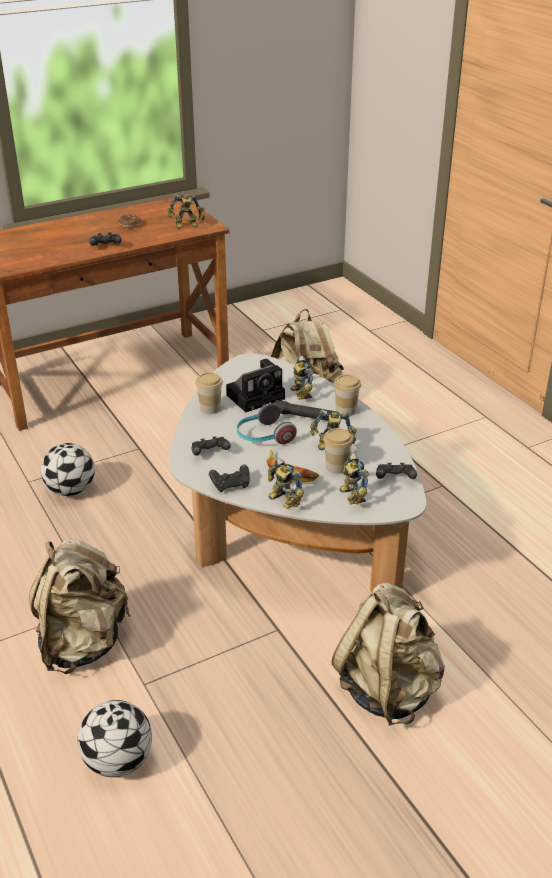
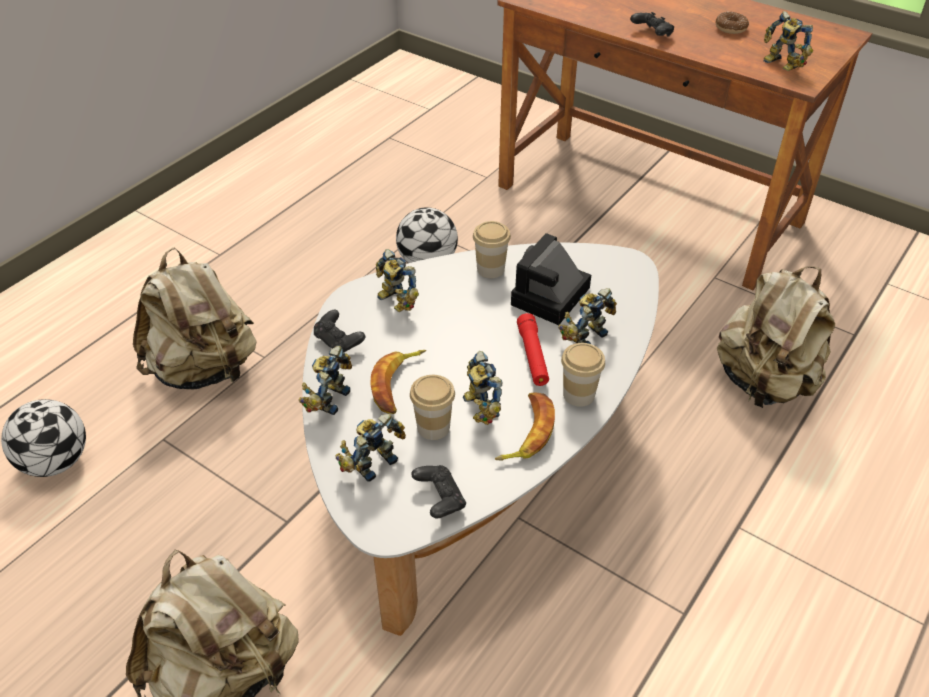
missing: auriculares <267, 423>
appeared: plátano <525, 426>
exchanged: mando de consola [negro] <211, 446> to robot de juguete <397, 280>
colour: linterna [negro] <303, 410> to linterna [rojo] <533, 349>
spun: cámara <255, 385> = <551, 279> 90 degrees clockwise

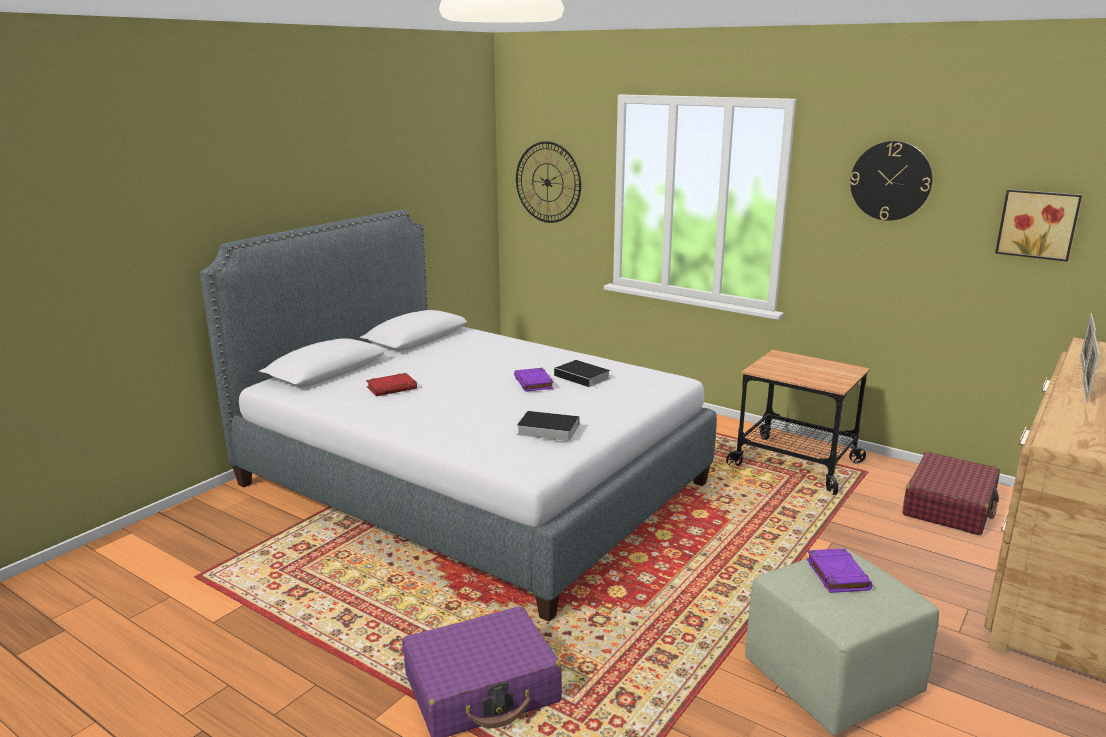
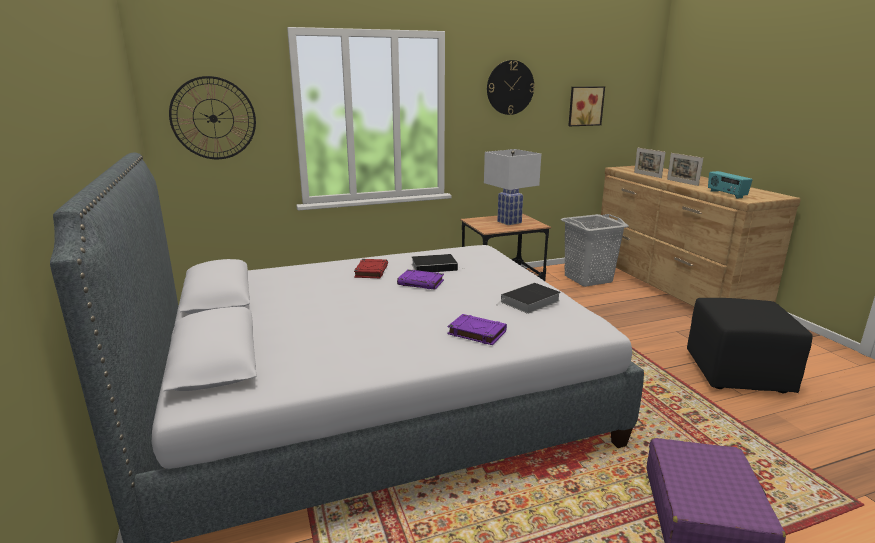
appeared: lámpara de mesa [blanco] <512, 187>; radio <730, 185>
relocated: libro [rojo] <391, 384> to <371, 268>; libro [morado] <840, 570> to <477, 329>
exchanged: maleta [rojo] <951, 493> to cesto de la ropa [gris] <595, 250>
colour: puf [verde] <842, 642> to puf [negro] <750, 345>

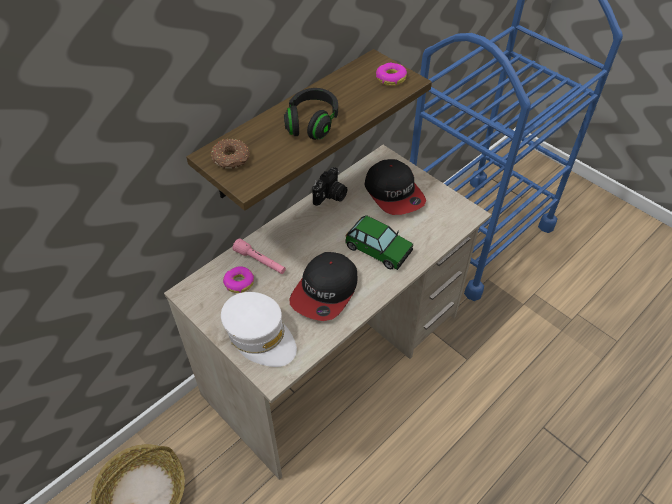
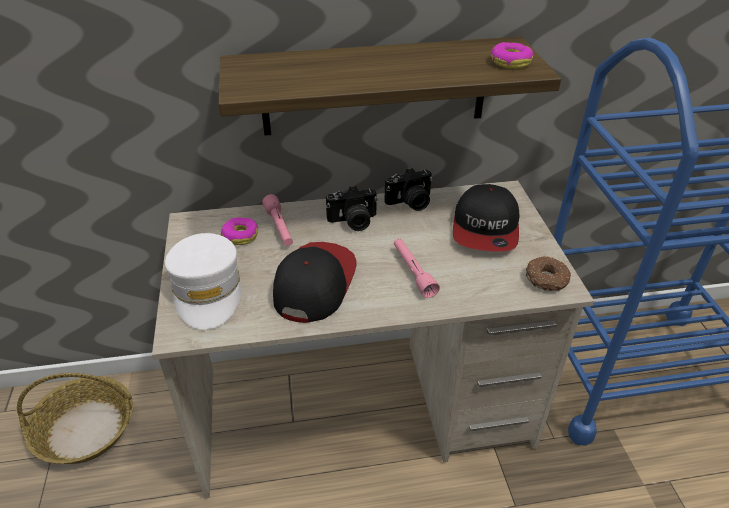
missing: auriculares [negro] <311, 114>
appeared: cámara <352, 208>
relocated: rosquilla <230, 154> to <548, 273>
exchanged: coche de juguete <379, 242> to linterna [rosa] <417, 268>
spun: gorra <323, 286> = <314, 282> 135 degrees clockwise

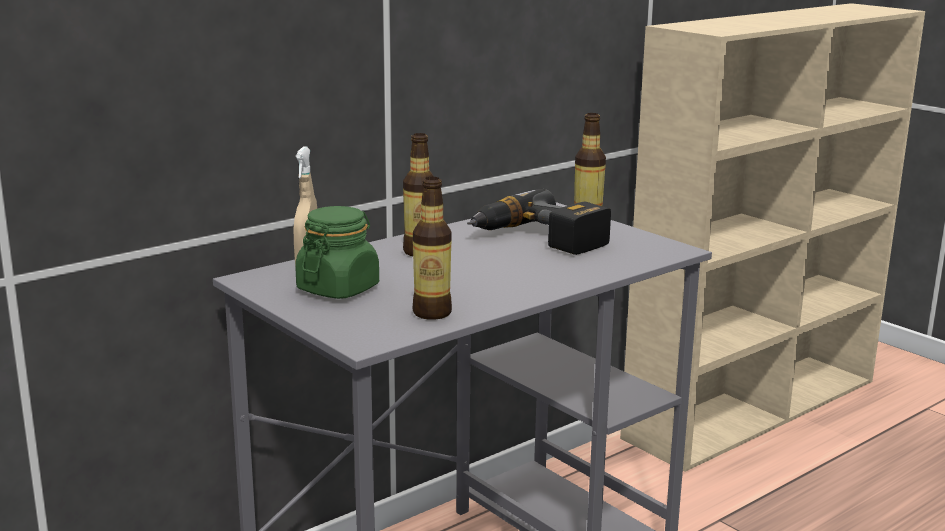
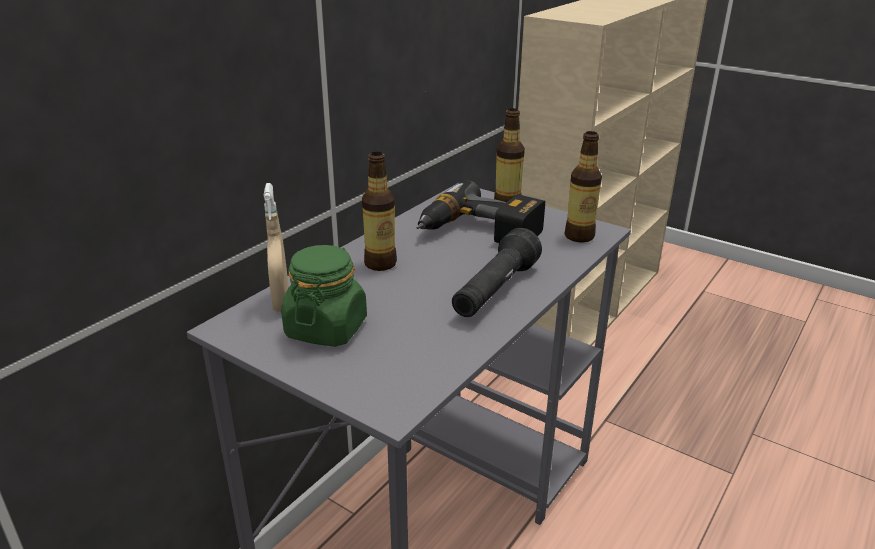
appeared: linterna [negro] <497, 272>
relocated: botella <432, 248> to <583, 187>

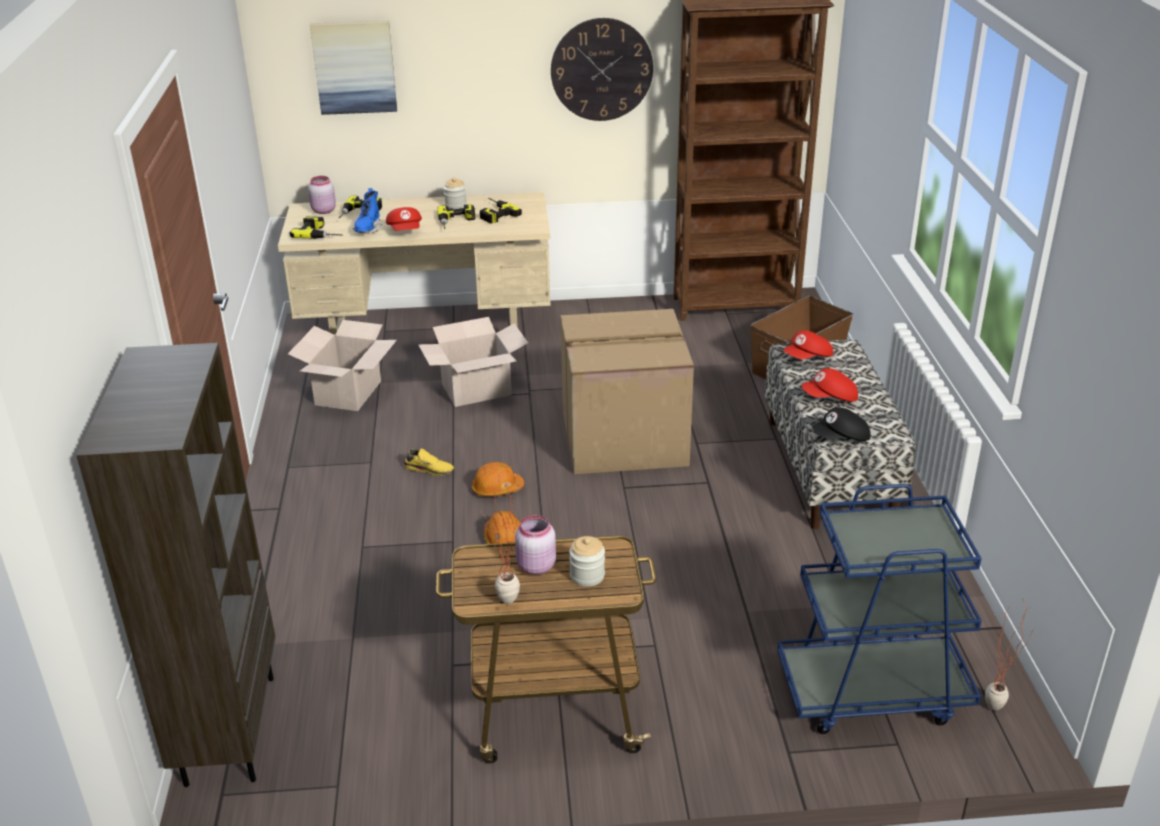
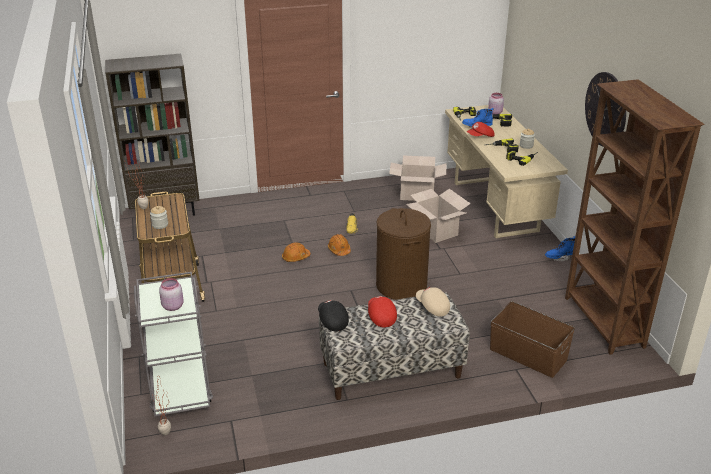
missing: cuadro <353, 68>
appeared: bota [azul] <560, 248>
relocated: tarro [rosa] <535, 545> to <171, 294>
exchanged: caja de cartón <627, 391> to cesto de la ropa [marrón] <403, 254>
colour: carrito [azul] <879, 609> to carrito [gris] <173, 344>; gorra [rojo] <808, 344> to gorra [beis] <433, 302>

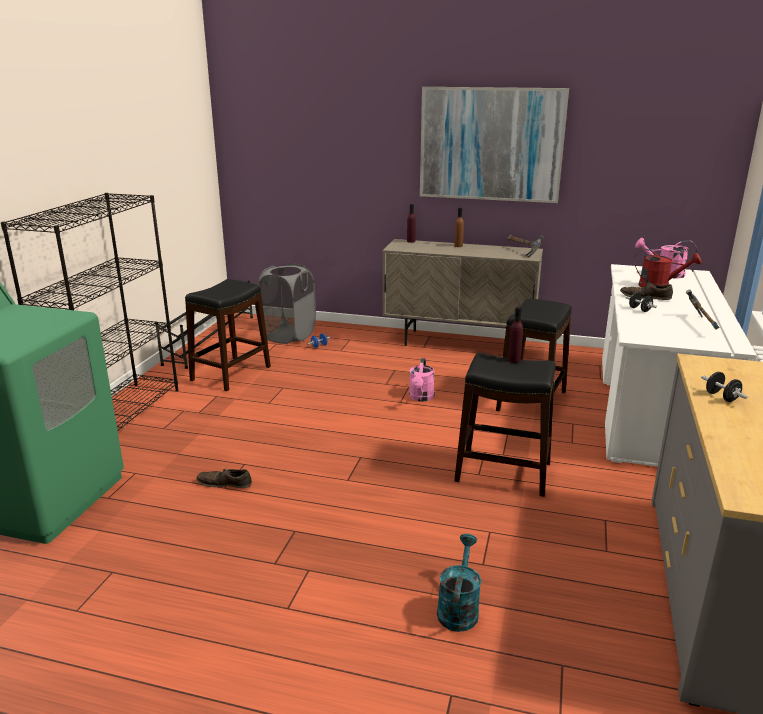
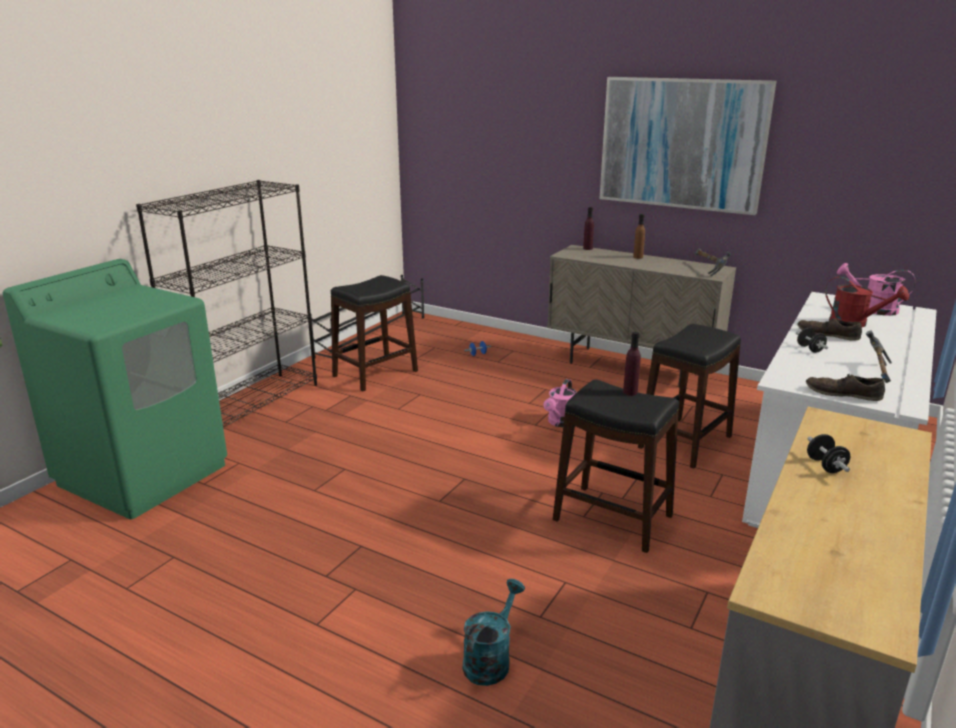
missing: cesto de la ropa [gris] <287, 304>
relocated: zapato [marrón] <224, 477> to <845, 387>

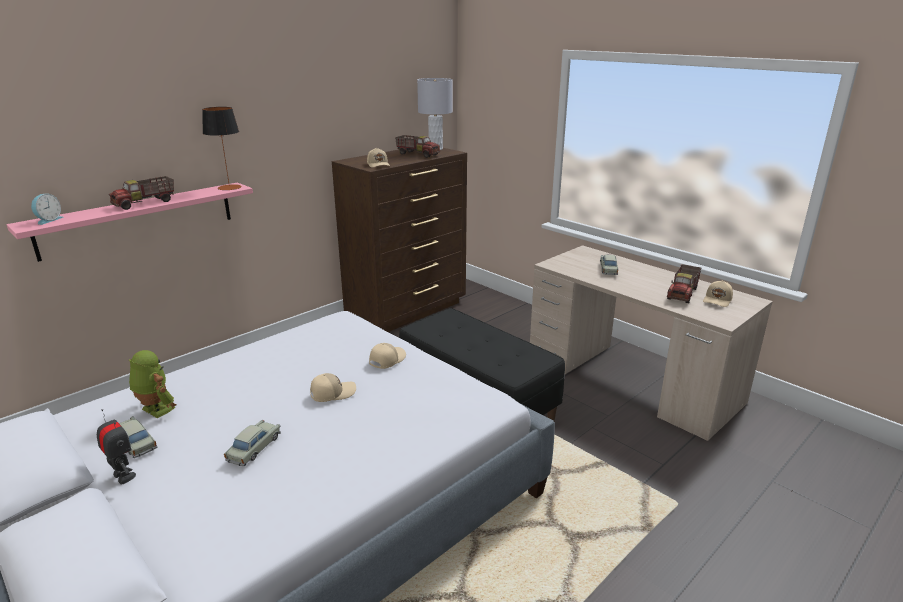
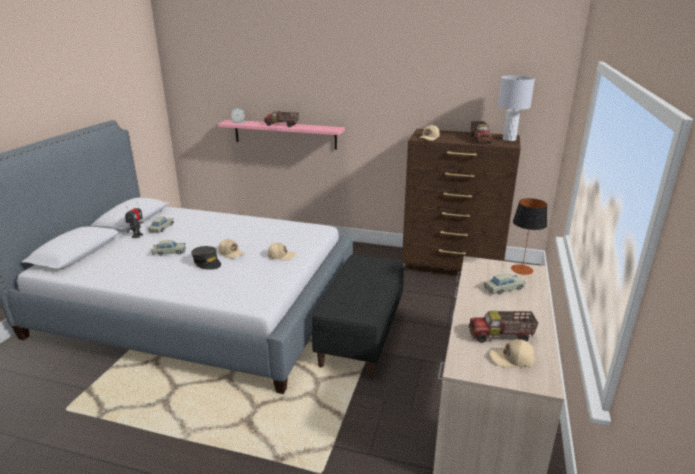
missing: robot de juguete <153, 384>
appeared: gorra [gris] <206, 258>
relocated: lámpara de mesa <222, 148> to <529, 236>

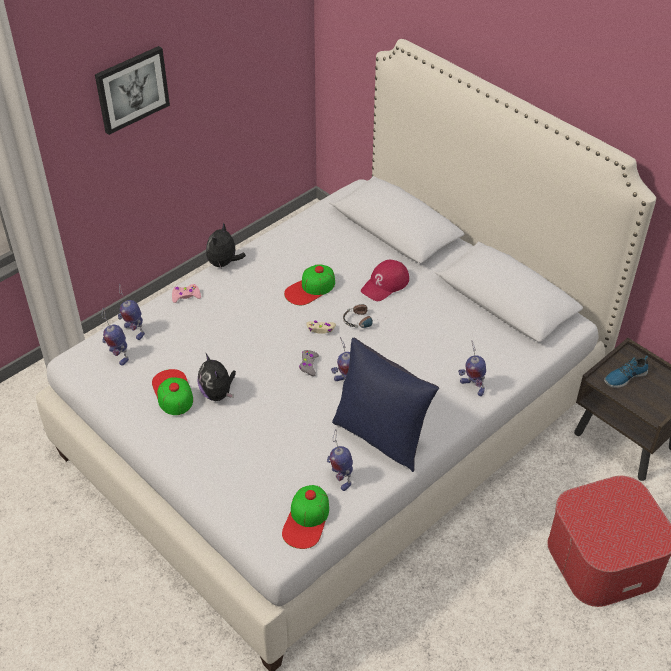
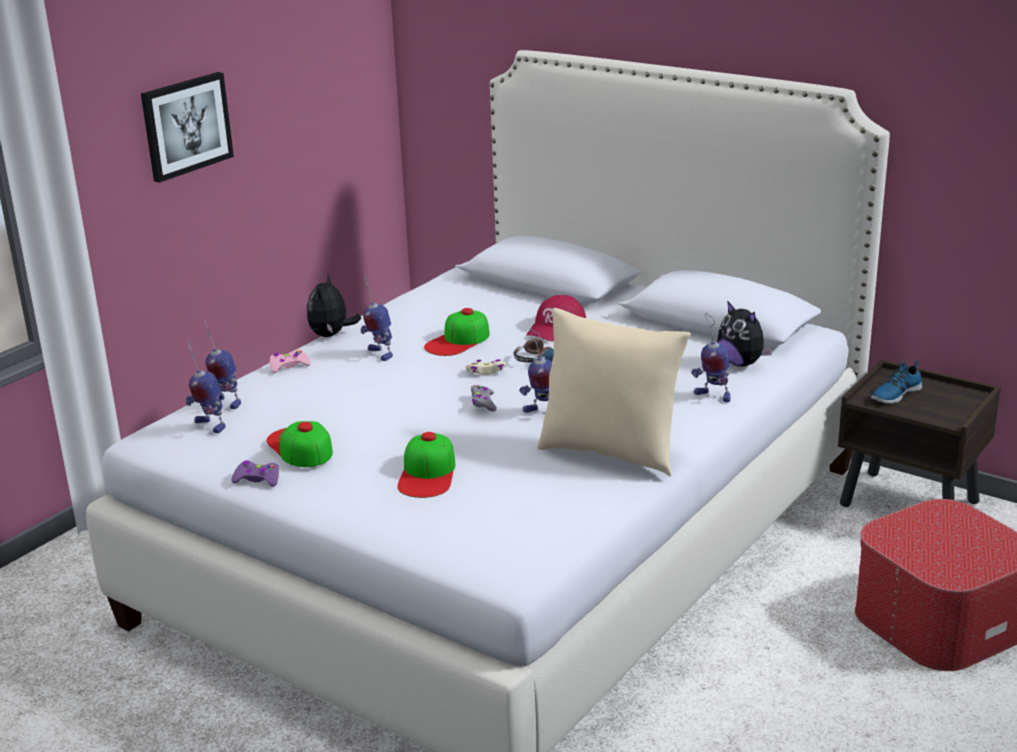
appeared: mando de consola [morado] <255, 473>
relocated: peluche <217, 377> to <745, 334>; gorra <305, 517> to <426, 465>; robot de juguete <340, 460> to <376, 318>
colour: cojín [azul] <385, 405> to cojín [beis] <614, 392>

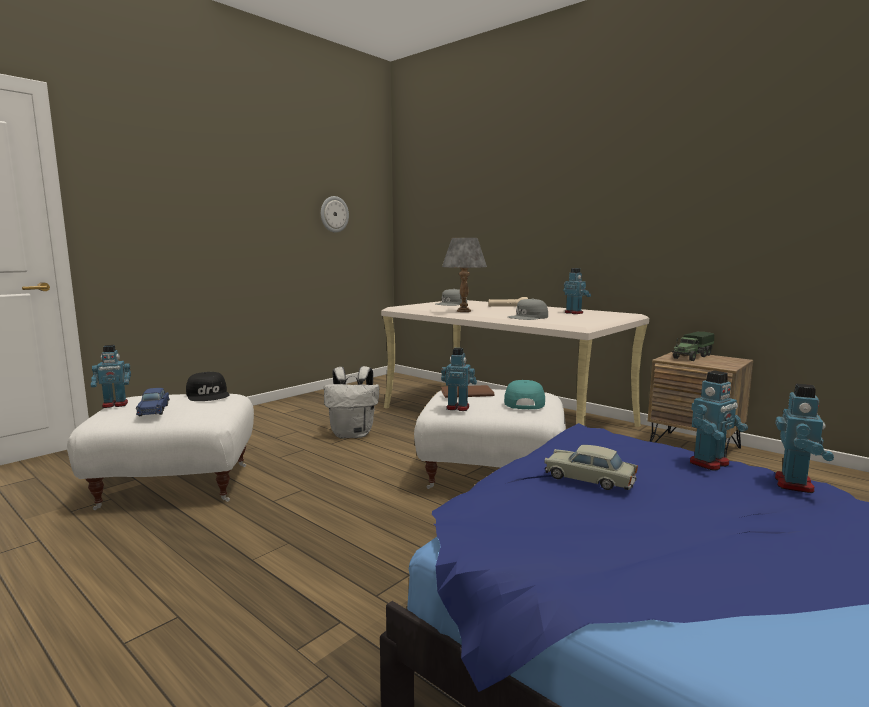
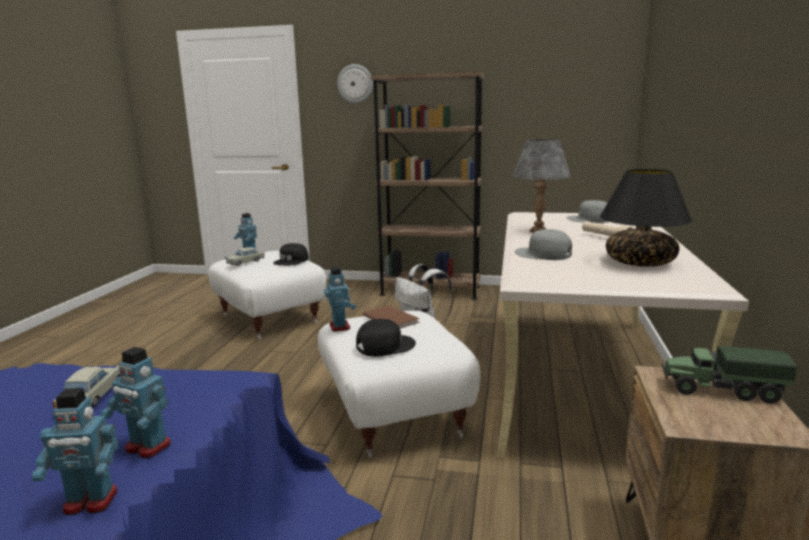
appeared: estantería [marrón] <427, 186>
relocated: reloj de pared <335, 214> to <355, 83>
exchanged: robot de juguete <577, 291> to lámpara de mesa [negro] <646, 218>
colour: coche de juguete [azul] <153, 402> to coche de juguete [beis] <244, 256>; gorra [turquesa] <524, 394> to gorra [negro] <386, 338>

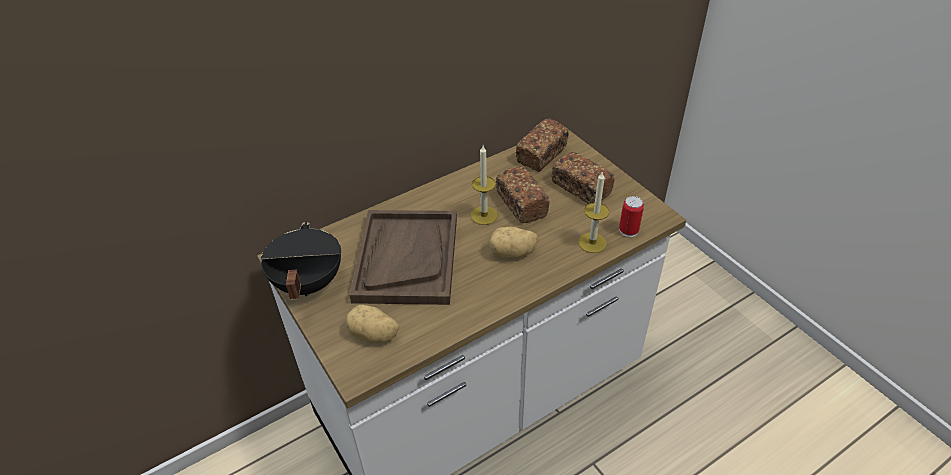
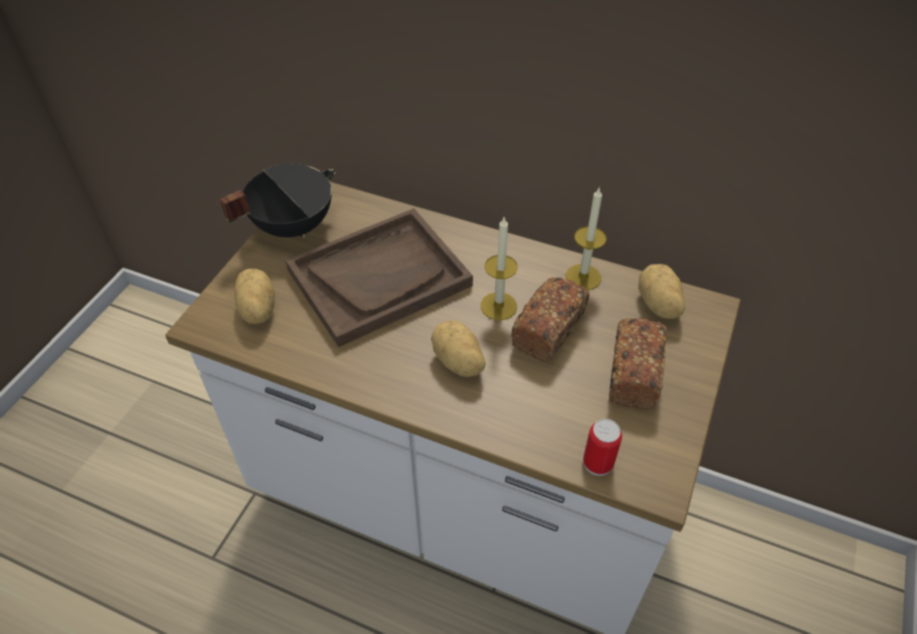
relocated: vela <593, 212> to <586, 239>
exchanged: pan <542, 145> to patata <661, 291>

